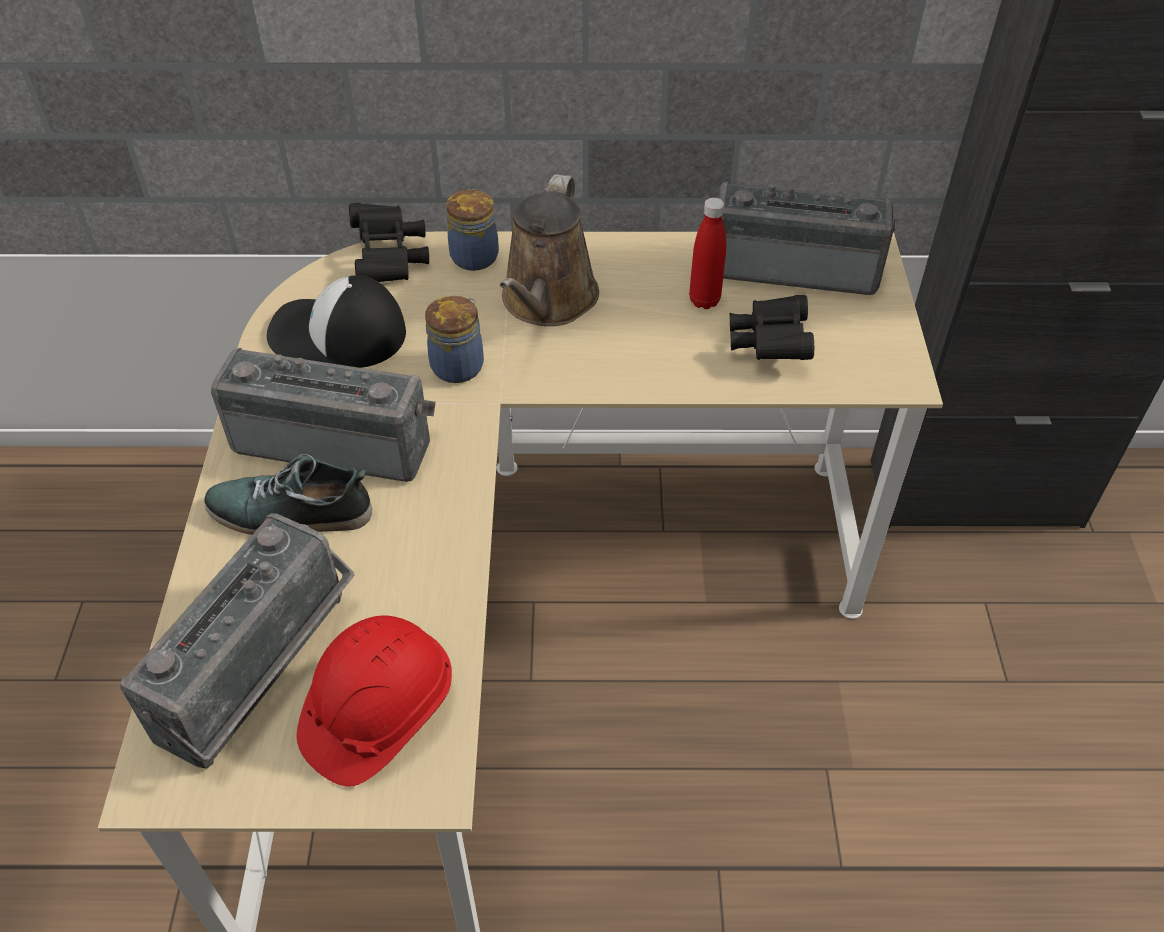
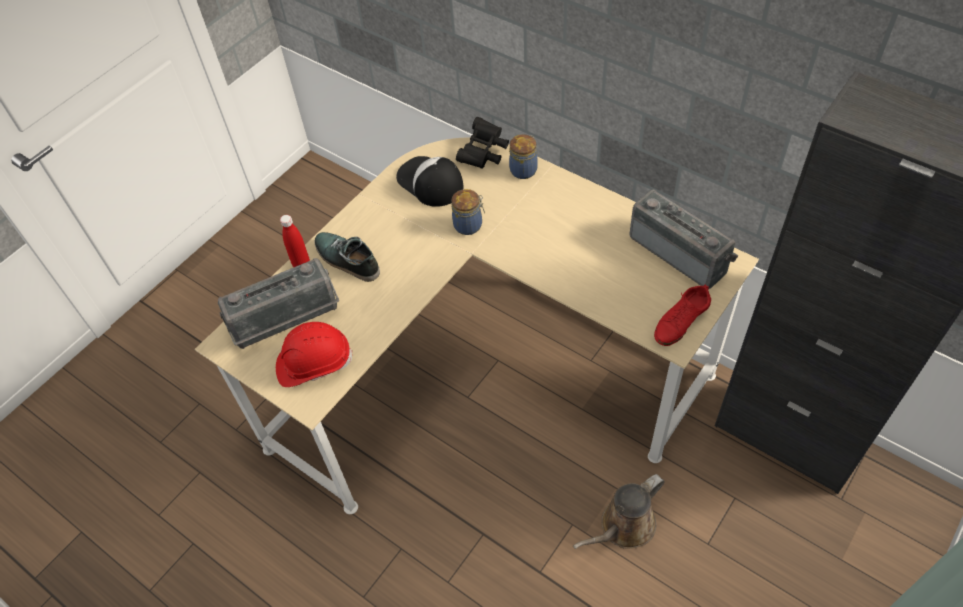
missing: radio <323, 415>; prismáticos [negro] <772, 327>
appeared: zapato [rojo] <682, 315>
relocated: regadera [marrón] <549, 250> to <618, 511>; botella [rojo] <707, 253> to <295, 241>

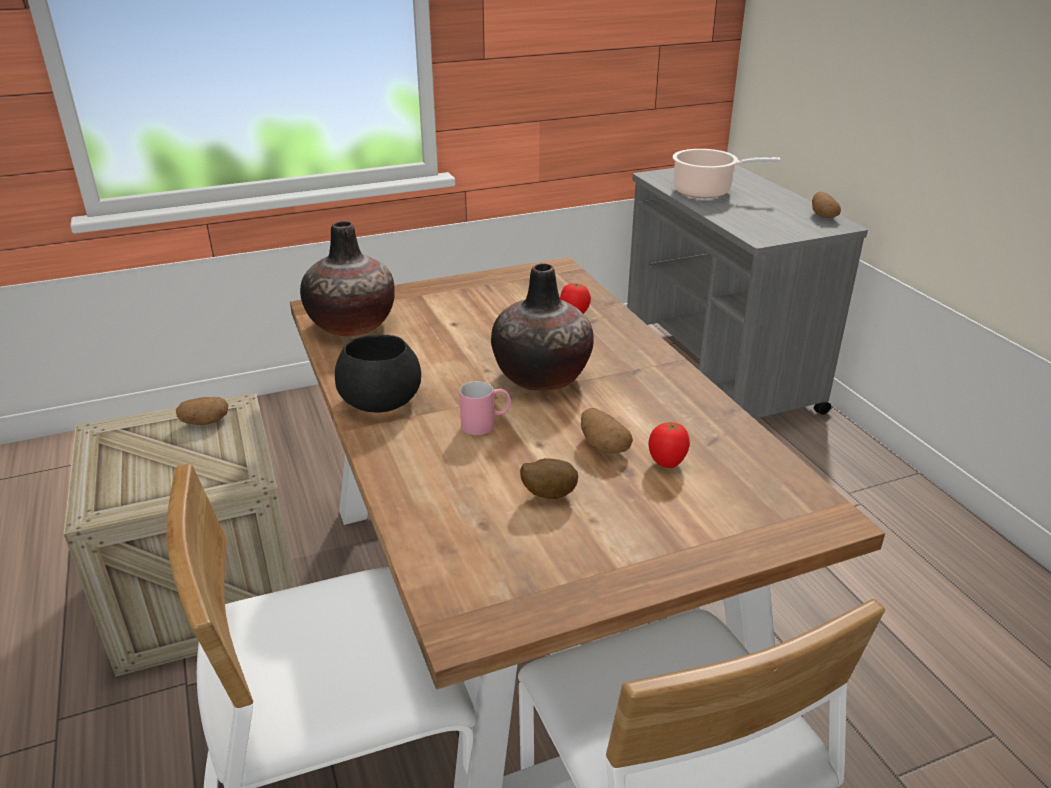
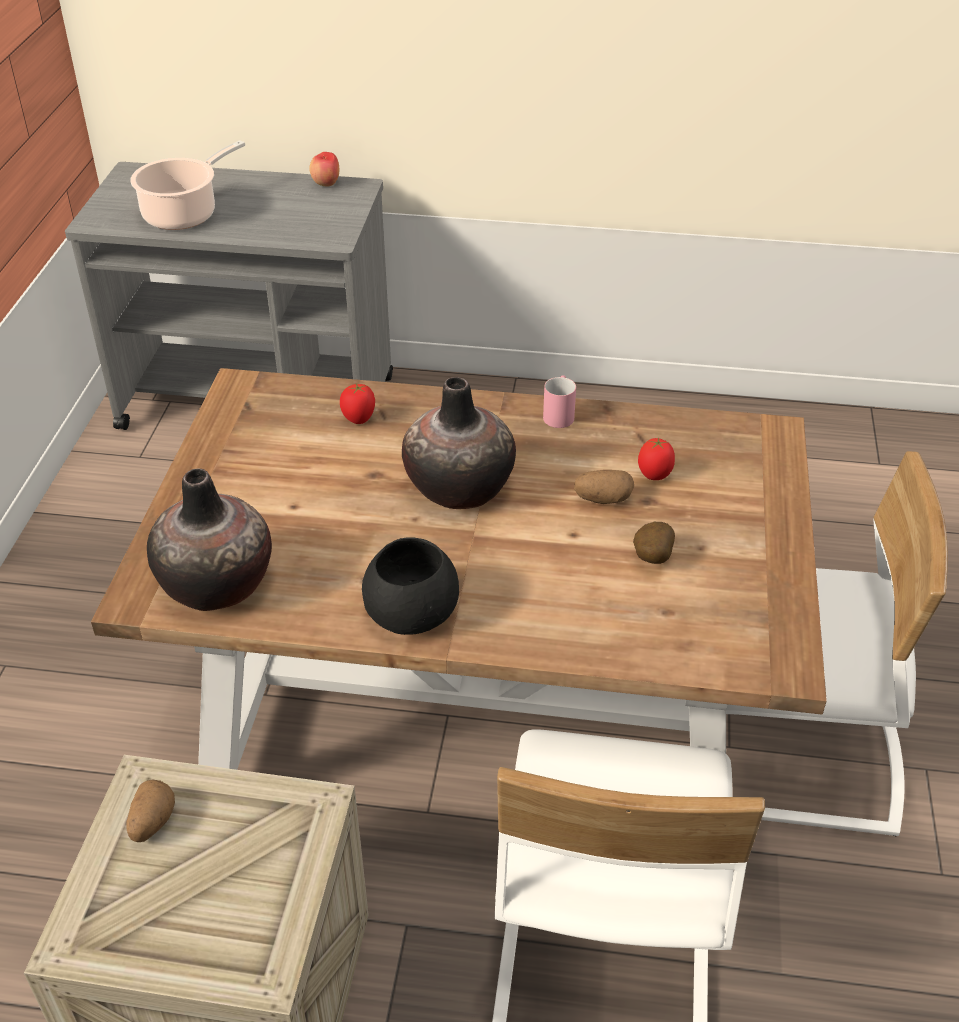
relocated: taza grande [rosa] <485, 408> to <559, 401>
exchanged: patata <826, 205> to manzana <324, 169>

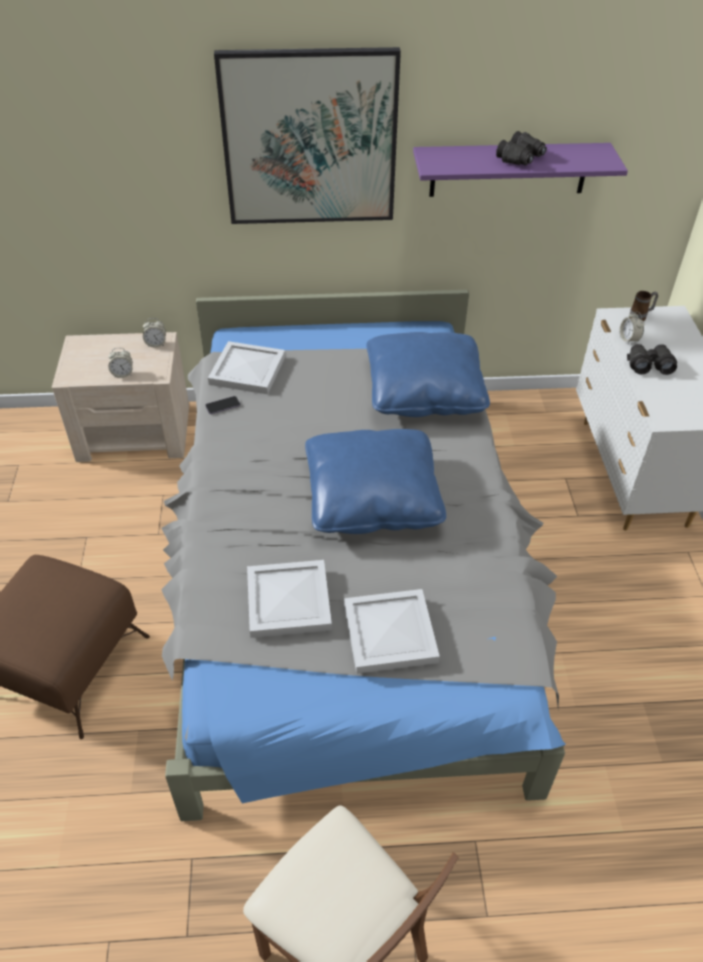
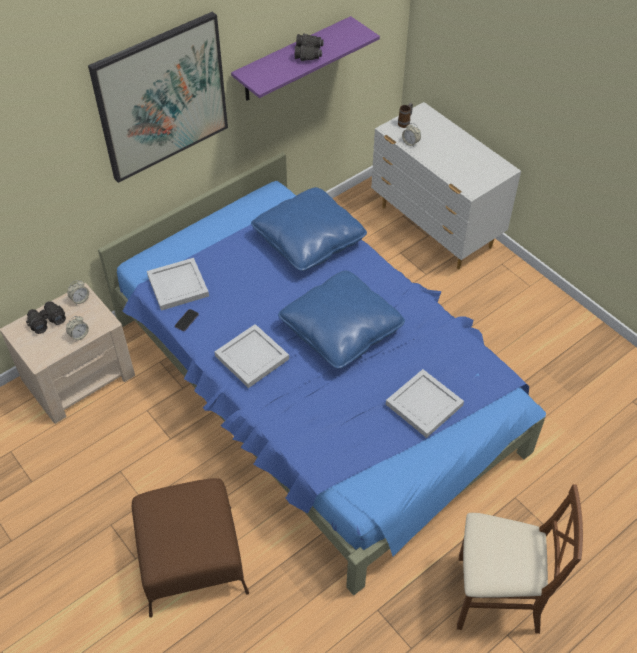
relocated: bandeja [blanco] <289, 599> to <252, 356>; prismáticos [negro] <652, 359> to <46, 317>
colour: cama [gris] <363, 555> to cama [azul] <322, 373>

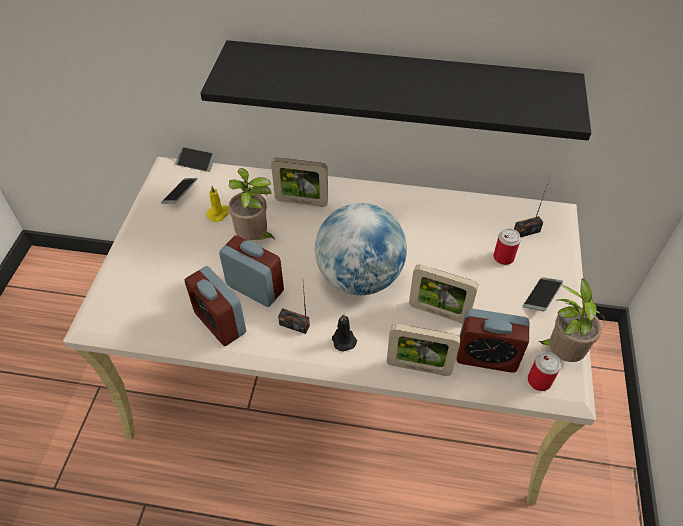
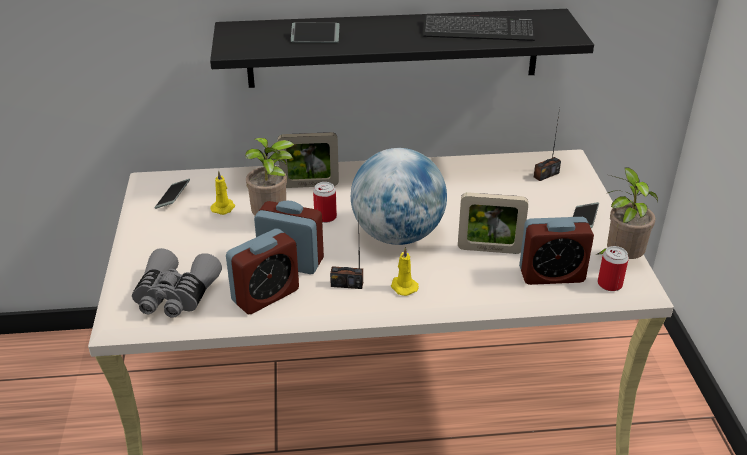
missing: portarretratos <423, 350>
appeared: prismáticos [gris] <177, 283>; teclado <479, 27>
relocated: móvil <195, 159> to <315, 32>; lata <507, 246> to <325, 202>
colour: vela [negro] <344, 332> to vela [amarillo] <405, 271>
spun: despertador <215, 306> = <262, 271> 75 degrees counterclockwise

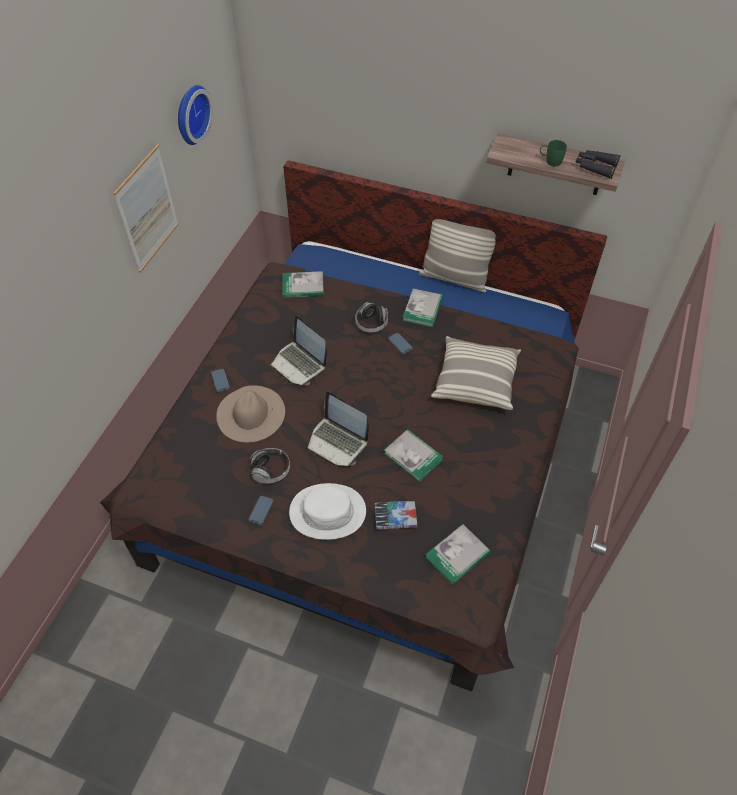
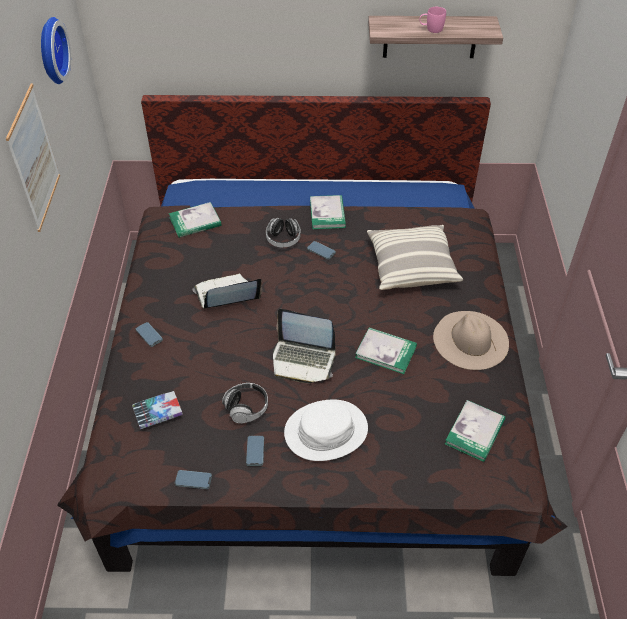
missing: cojín <457, 256>; prismáticos [negro] <598, 164>
appeared: móvil <193, 479>
relocated: sombrero [beis] <250, 414> to <471, 340>; libro <396, 515> to <157, 410>
colour: taza grande [verde] <553, 153> to taza grande [rosa] <432, 20>
spun: portátil <298, 350> = <227, 291> 135 degrees clockwise

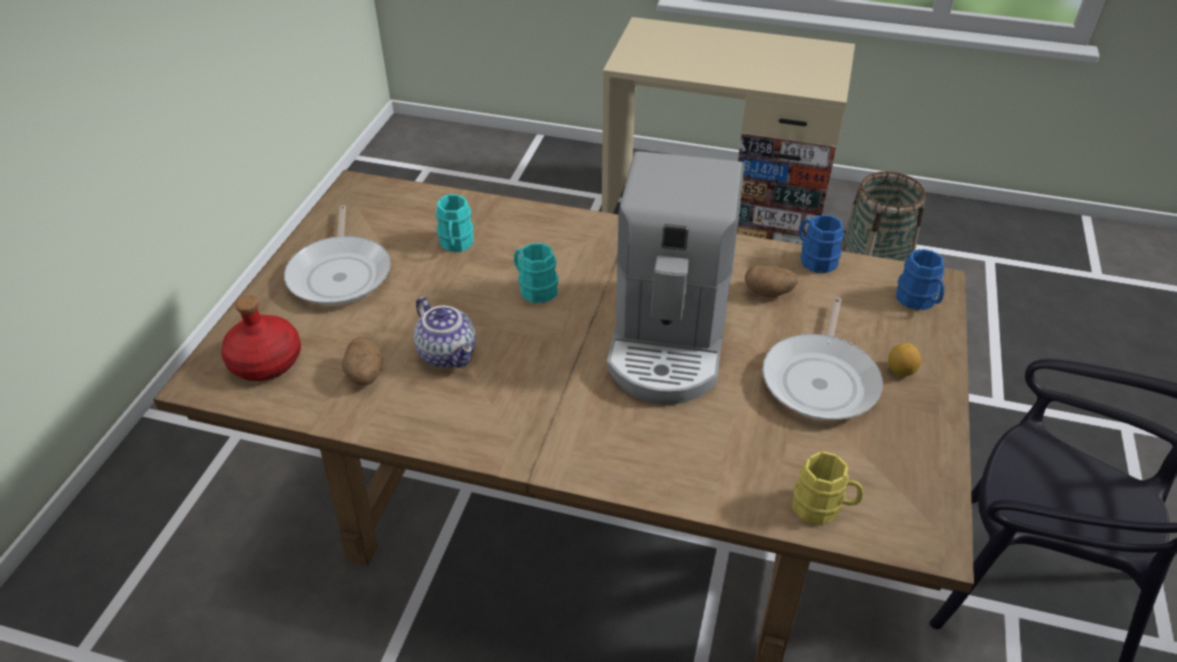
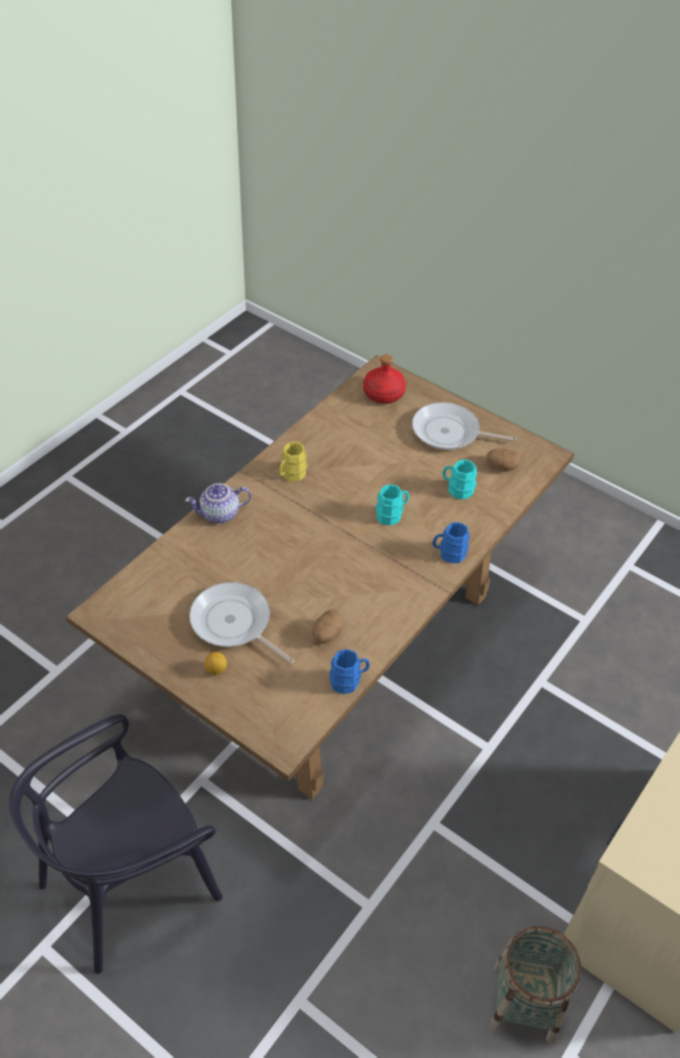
missing: cafetera <675, 277>
relocated: patata <362, 361> to <504, 459>; tetera <445, 332> to <218, 503>; taza grande [amarillo] <827, 488> to <293, 462>; taza grande [azul] <920, 279> to <451, 542>

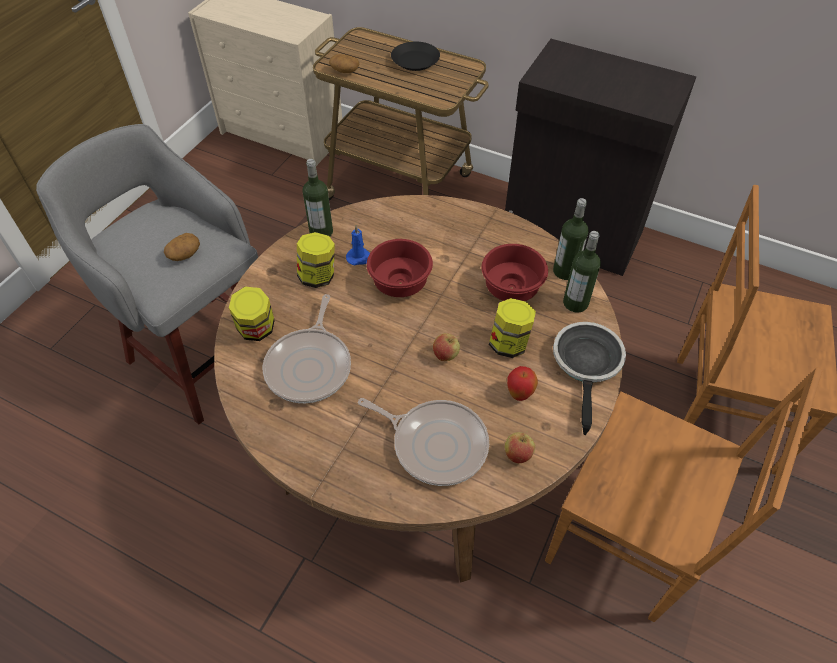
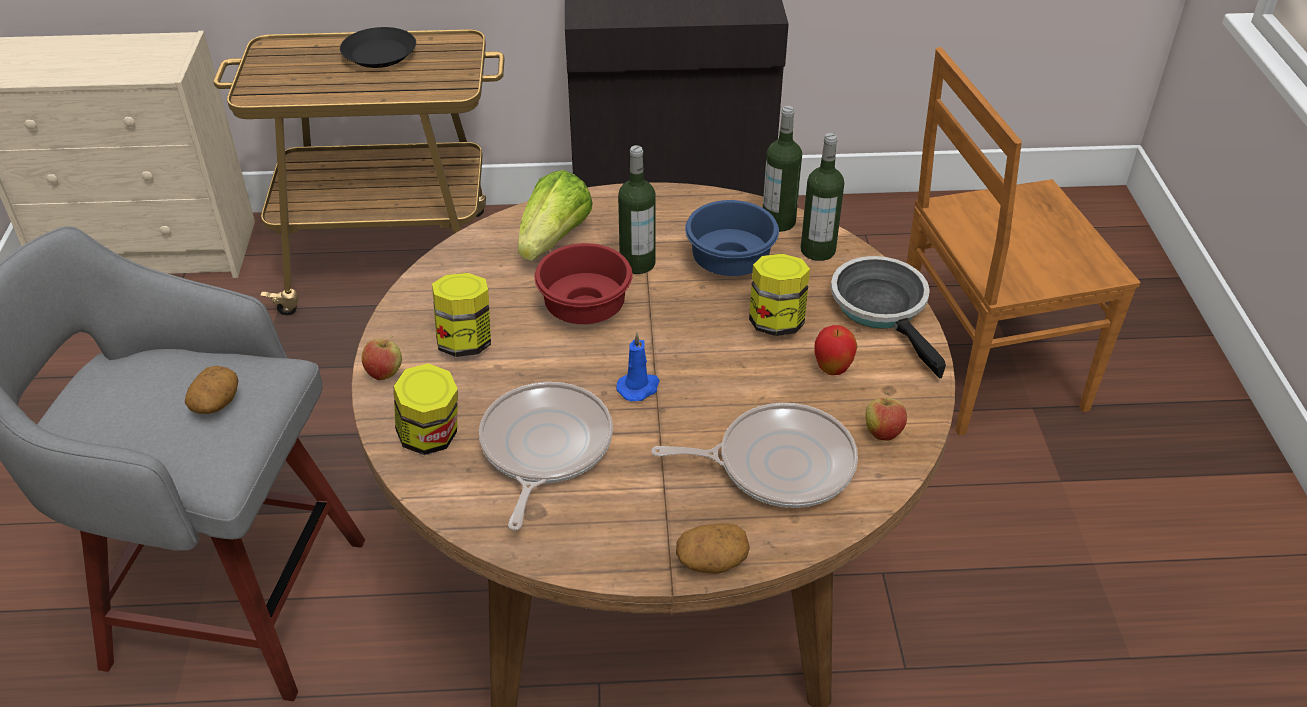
missing: silla [marrón] <683, 494>
appeared: lechuga <555, 215>
relocated: botella <318, 198> to <637, 209>; patata <344, 63> to <713, 548>; vela [azul] <358, 245> to <637, 366>; manzana <446, 347> to <382, 358>
colour: cuenco [rojo] <515, 272> to cuenco [azul] <732, 238>
spun: sartén <307, 348> = <546, 456> 150 degrees counterclockwise

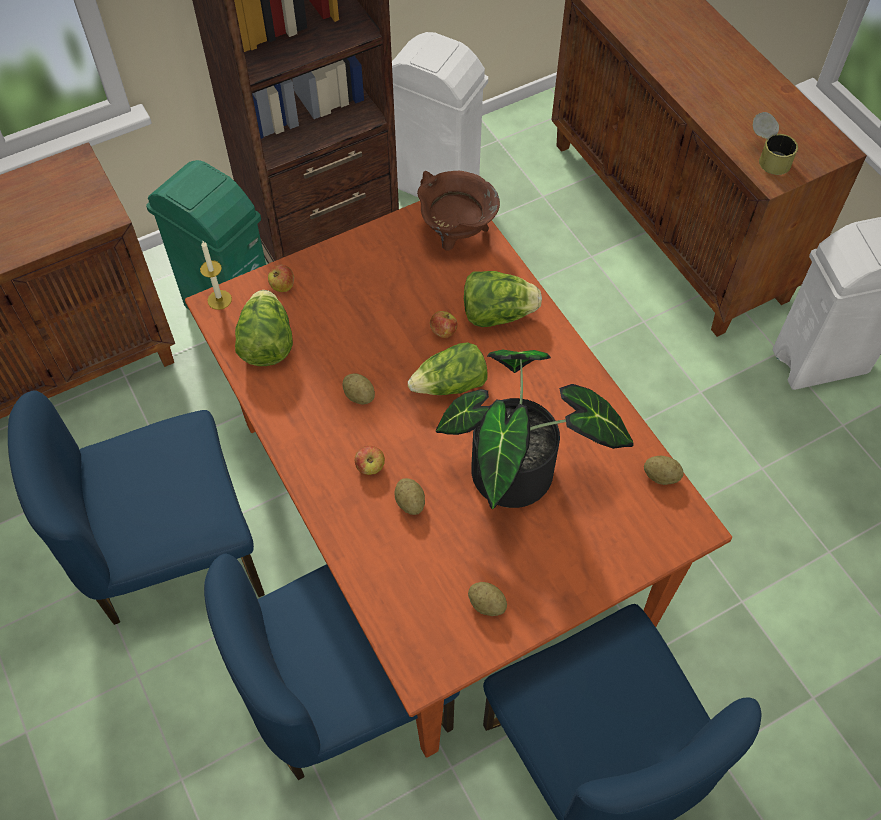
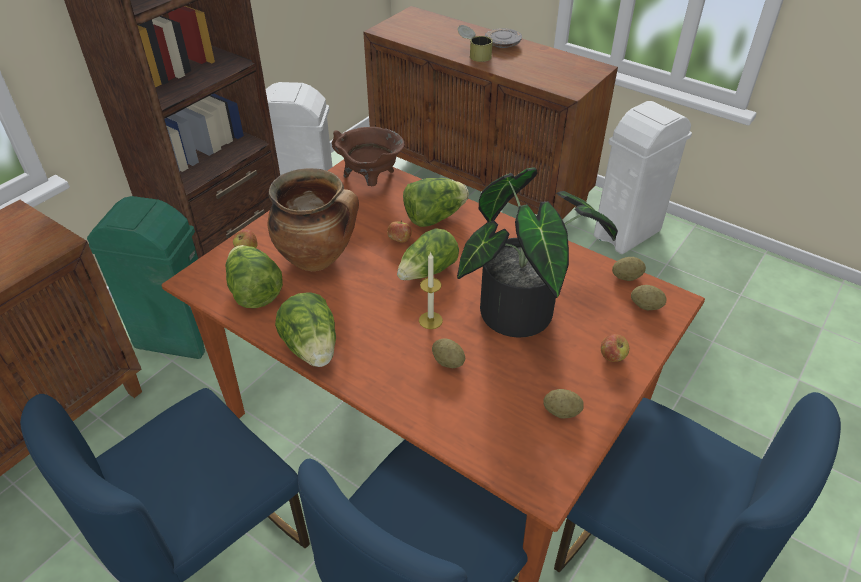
appeared: olla <313, 219>; lechuga <305, 329>; plato [gris] <503, 38>
relocated: vela <216, 275> to <431, 291>; patata <359, 388> to <649, 297>; manzana <370, 460> to <615, 348>; lata <775, 143> to <475, 43>

